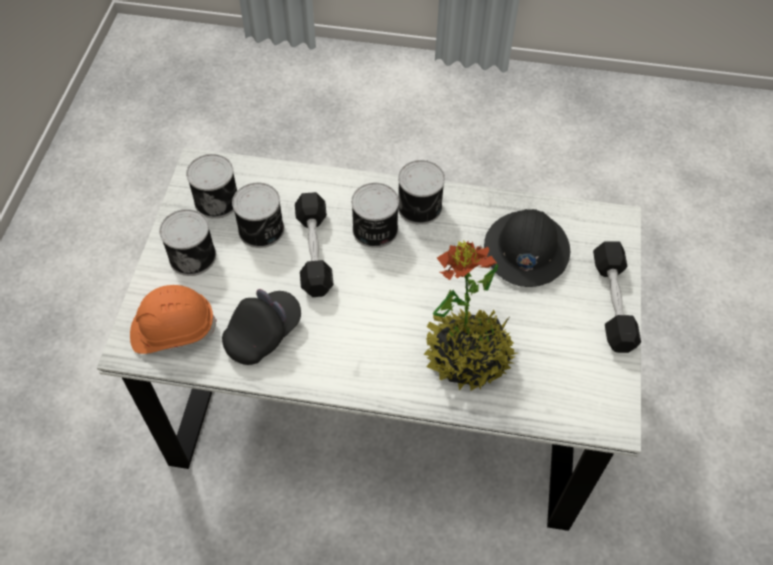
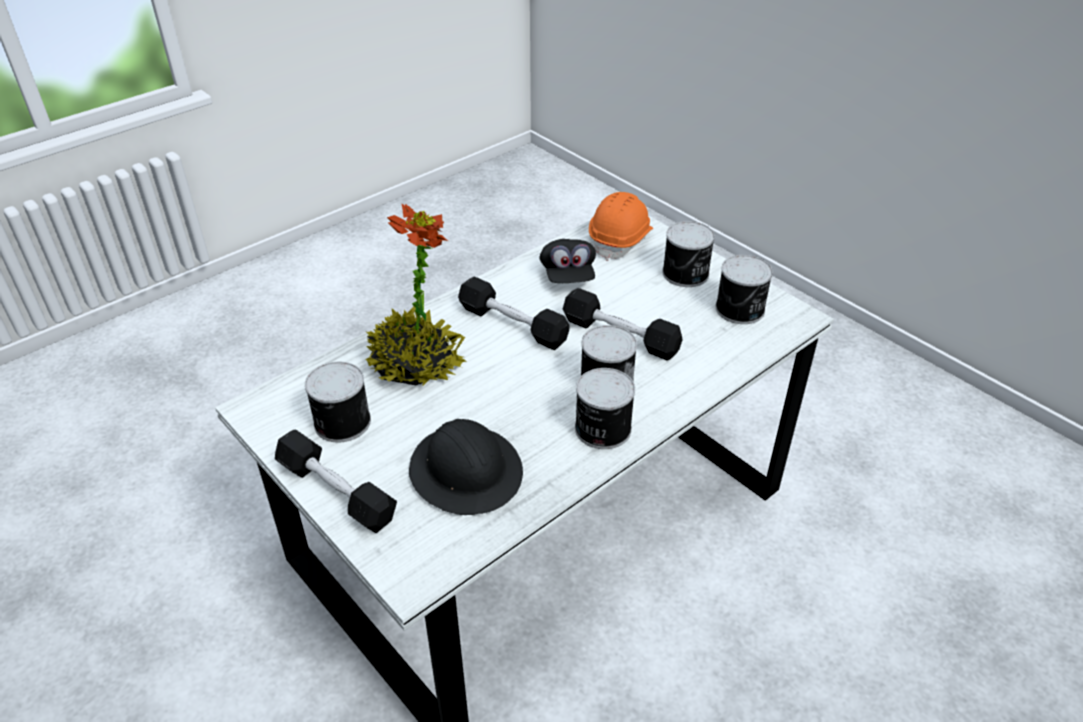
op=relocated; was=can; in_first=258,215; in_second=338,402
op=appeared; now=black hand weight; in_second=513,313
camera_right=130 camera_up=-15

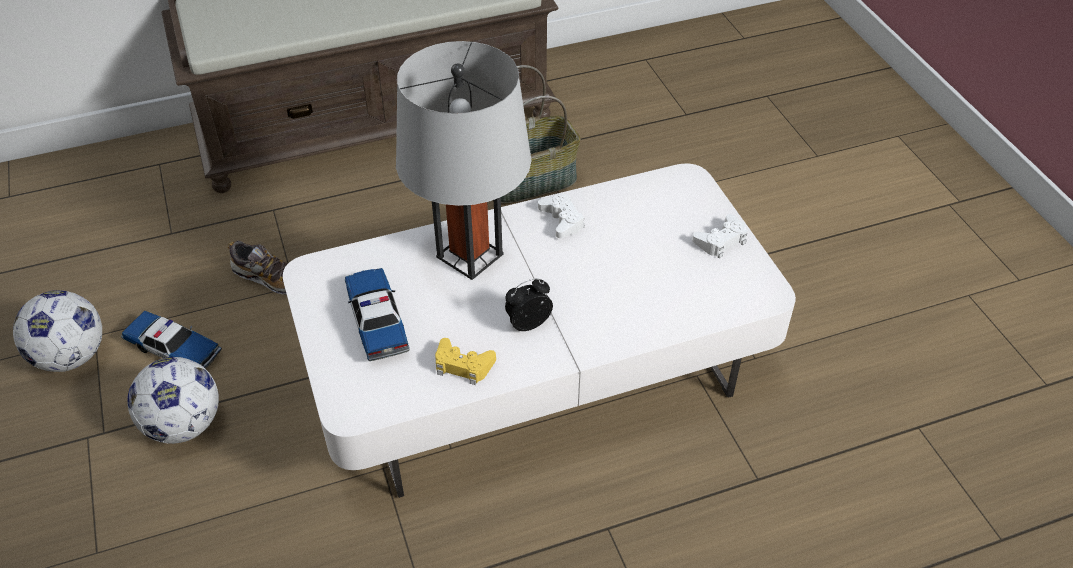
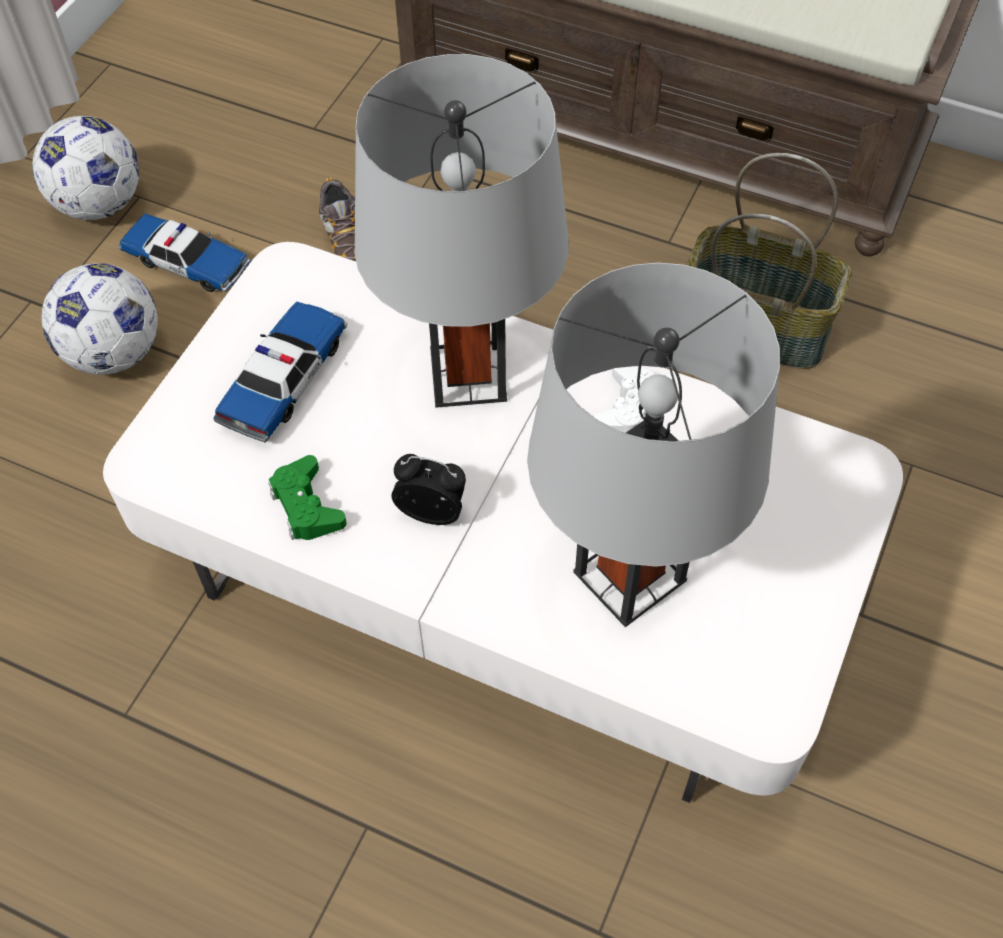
op=spun; was=toy car; in_first=171,340; in_second=184,252; clockwise=-45
op=colour; was=yellow game controller; now=green-coloured game controller; in_first=465,361; in_second=307,497
op=missing; was=whitish game controller; in_first=720,236
op=appeared; now=gray table lamp; in_second=653,445
camera_right=45 camera_up=10

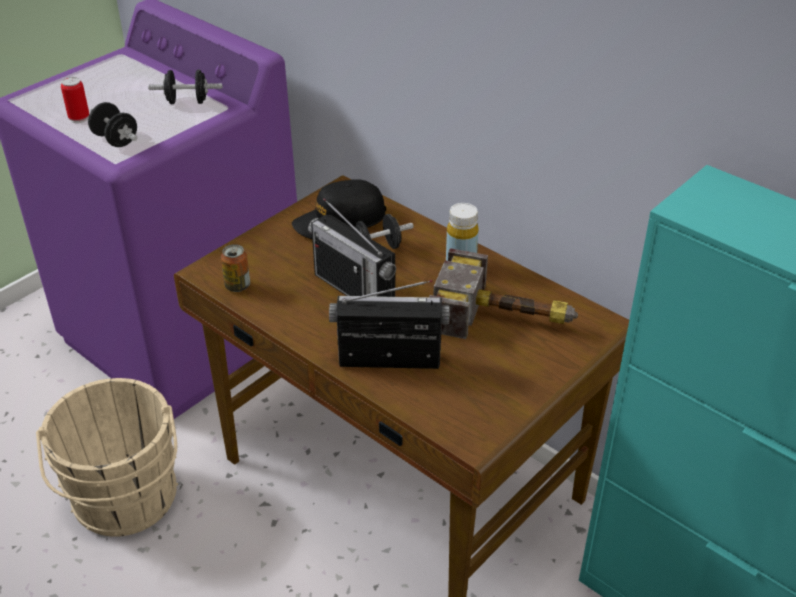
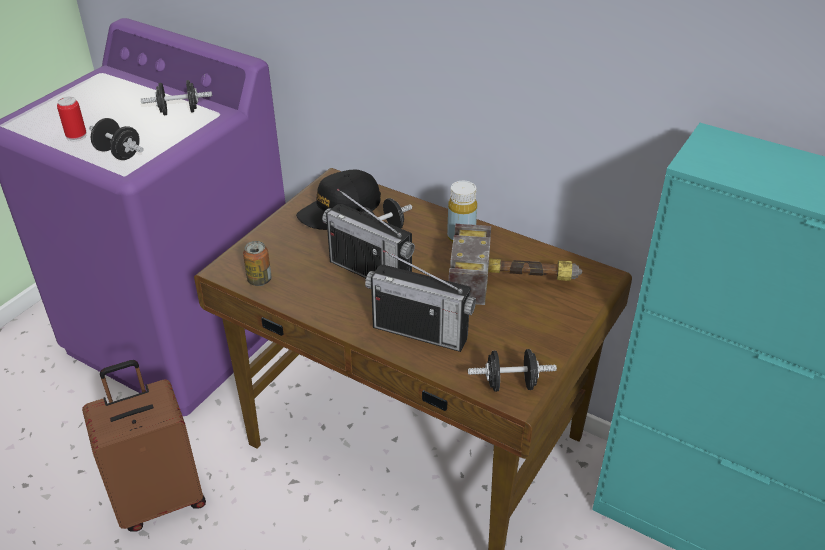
op=exchanged; was=beige-coloured bucket; now=brown-coloured suitcase; in_first=107,457; in_second=144,446
op=spun; was=radio set; in_first=389,324; in_second=420,301; clockwise=-150
op=appeared; now=black hand weight; in_second=512,370
camera_right=-10 camera_up=0

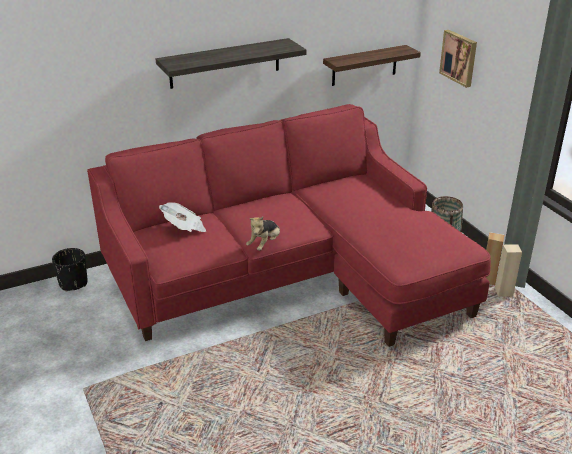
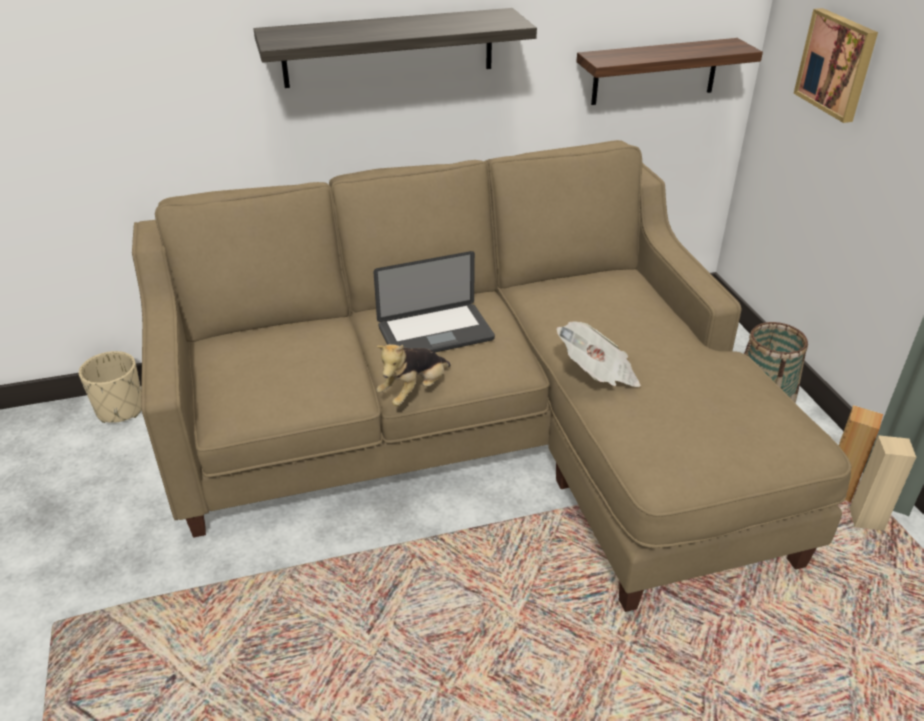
op=colour; was=black planter; now=beige-coloured planter; in_first=70,269; in_second=110,387
op=colour; was=red-coloured settee; now=beige-coloured settee; in_first=289,225; in_second=492,376
op=relocated; was=printed paper; in_first=182,217; in_second=599,354
op=appeared; now=notebook computer; in_second=434,301
camera_right=10 camera_up=5

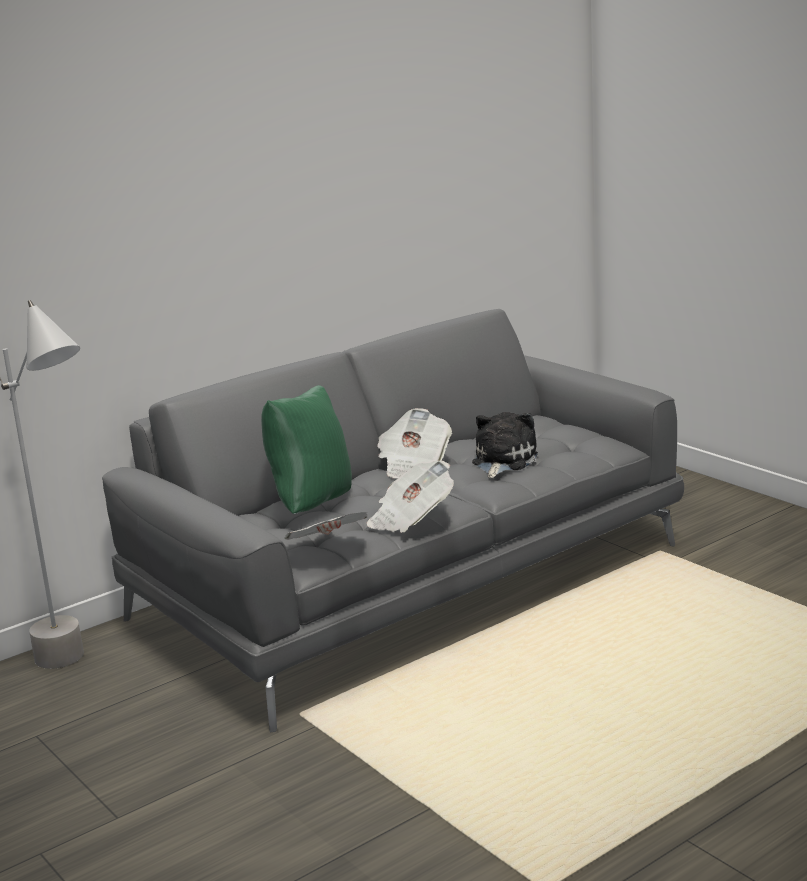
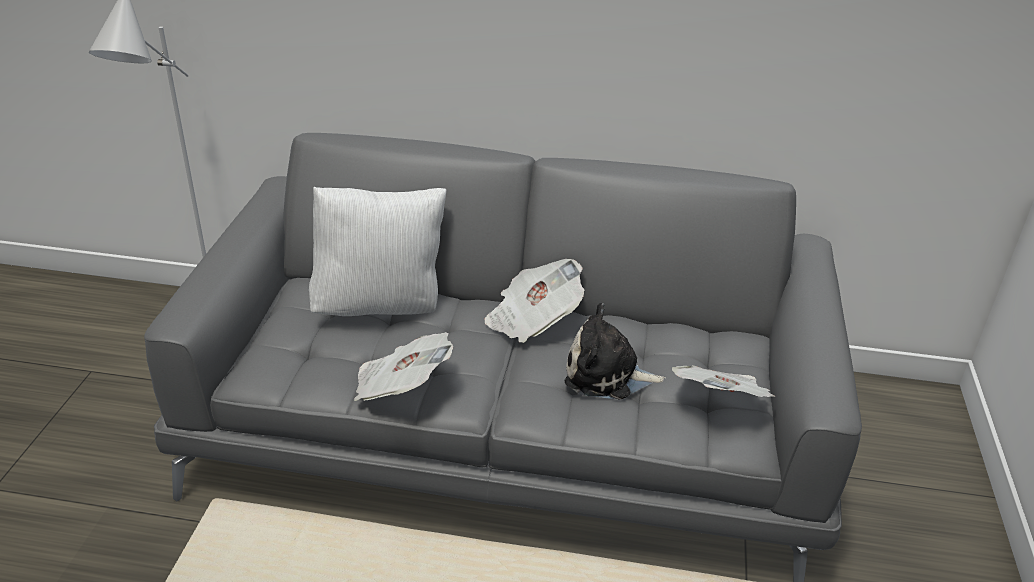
op=colour; was=green-coloured throw pillow; now=whitish throw pillow; in_first=306,449; in_second=378,251
op=relocated; was=printed paper; in_first=325,526; in_second=723,381
op=spun; was=soft toy; in_first=505,445; in_second=615,351; clockwise=-150
camera_right=45 camera_up=15

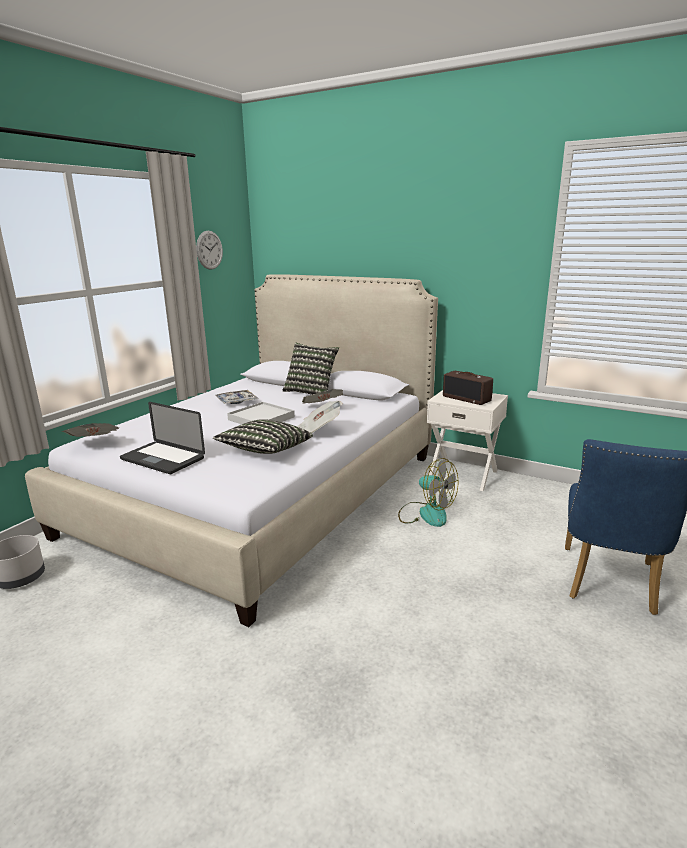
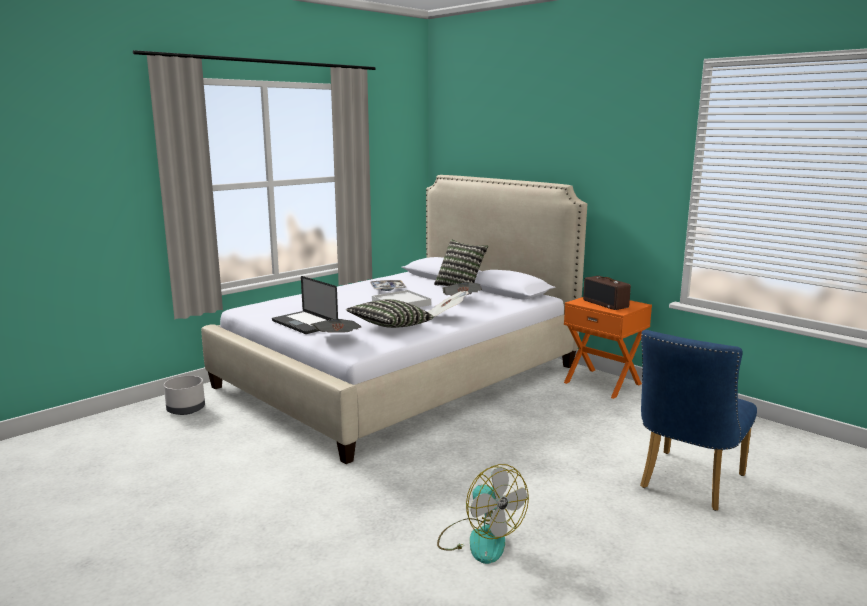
op=relocated; was=printed paper; in_first=90,430; in_second=336,326
op=missing; was=hanging clock; in_first=209,250
op=relocated; was=fan; in_first=428,492; in_second=483,514
op=colour; was=whitish bedside table; now=orangey bedside table; in_first=467,440; in_second=608,348
camera_right=15 camera_up=-5

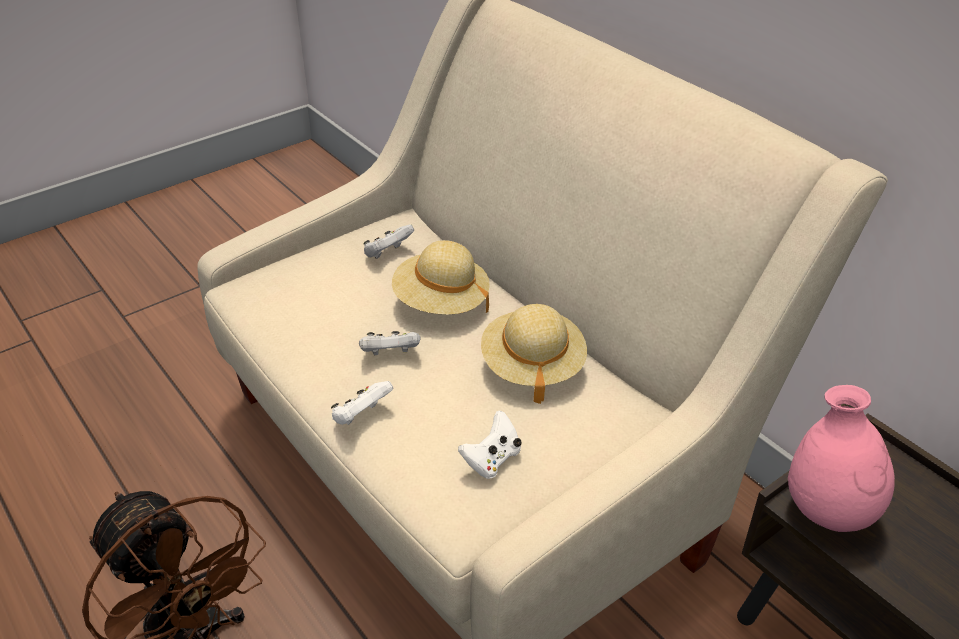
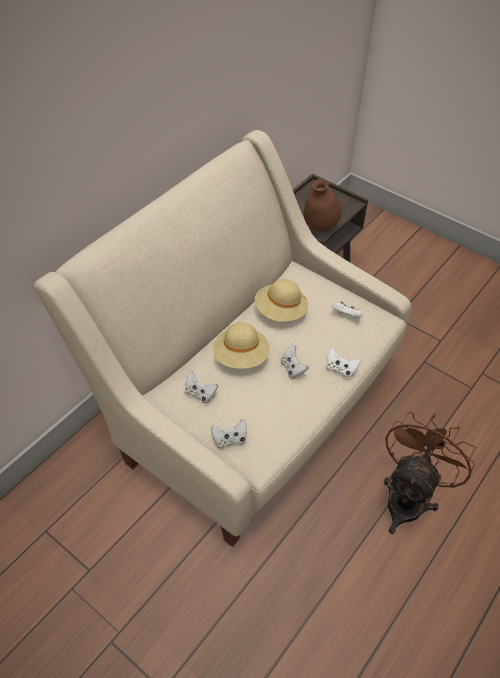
op=colour; was=pink-coloured decorative vase; now=brown-coloured decorative vase; in_first=841,458; in_second=322,205
op=appeared; now=whitish game controller; in_second=229,434
camera_right=-105 camera_up=10

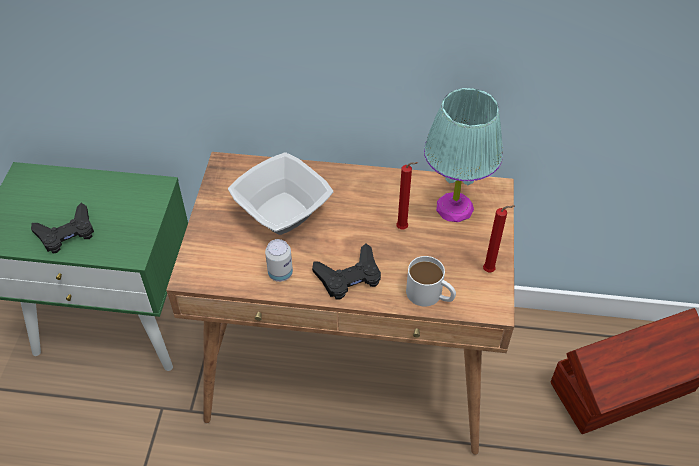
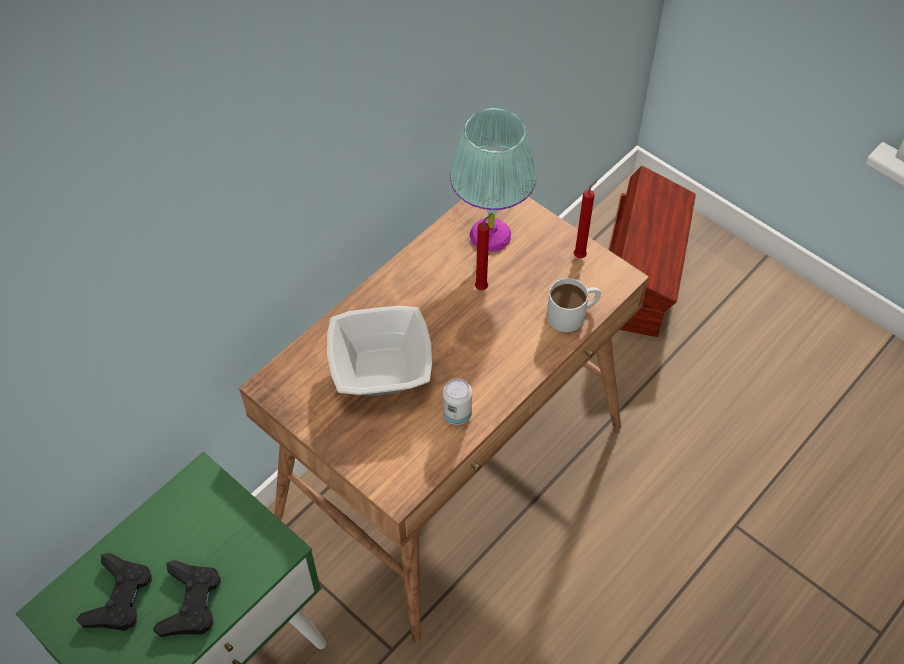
op=relocated; was=black game controller; in_first=346,271; in_second=114,592
camera_right=-55 camera_up=5

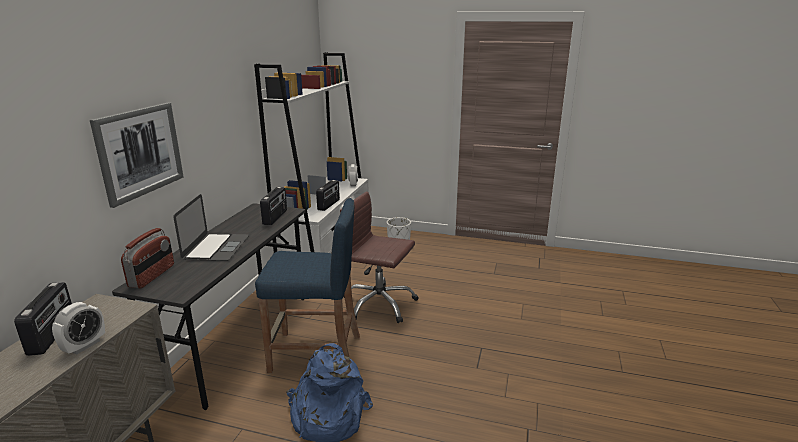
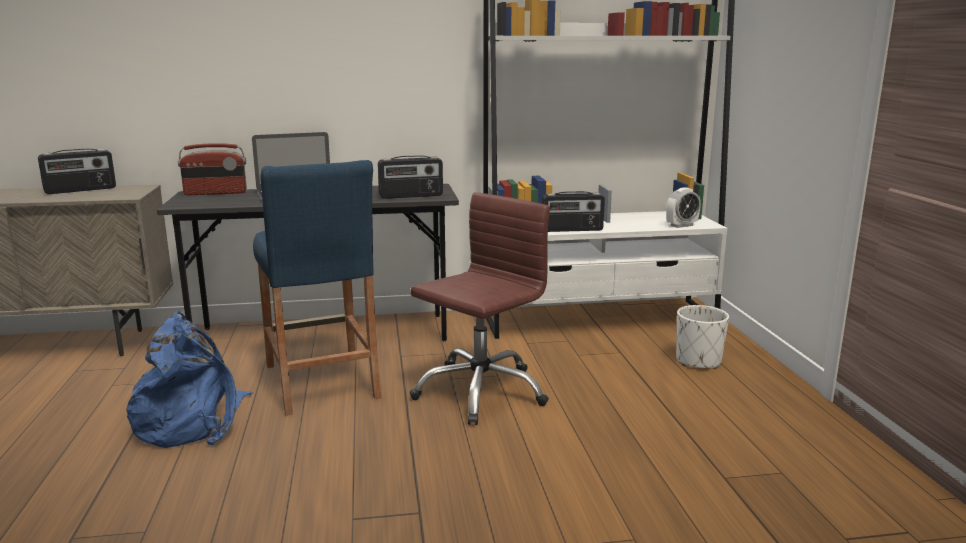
op=missing; was=bedside clock; in_first=78,328
op=missing; was=wall picture; in_first=137,155
op=spun; was=brown-coloured desk chair; in_first=379,257; in_second=480,308; clockwise=45
camera_right=65 camera_up=-5

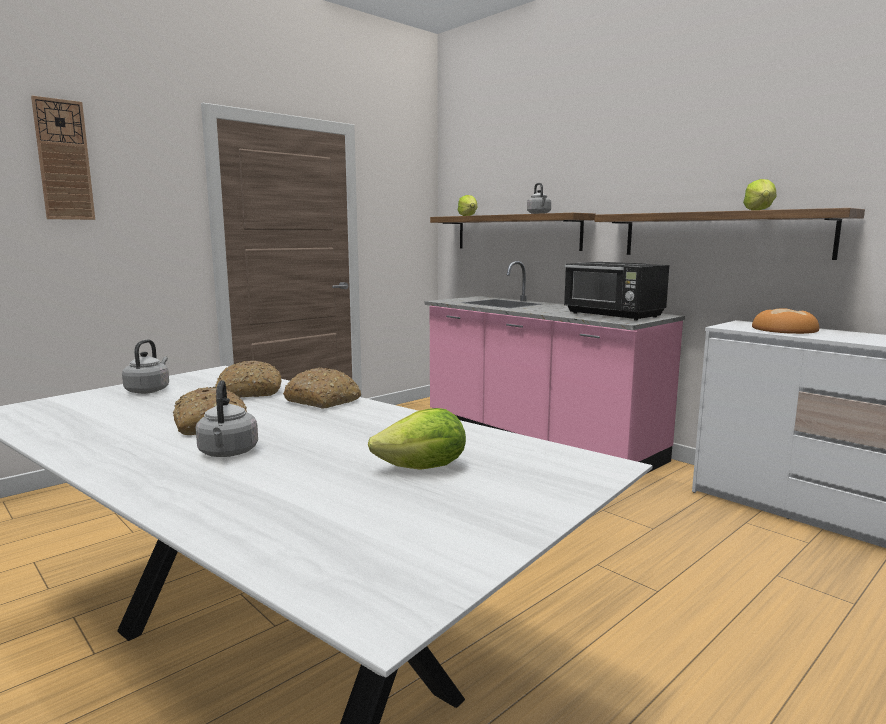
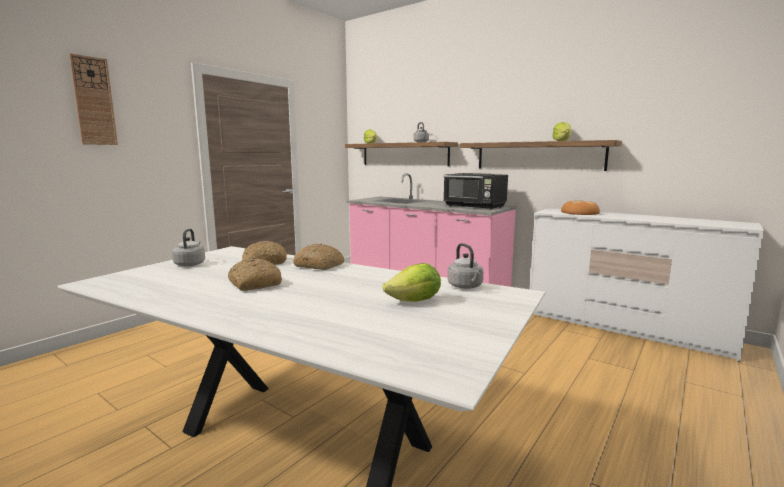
op=relocated; was=gray water kettle; in_first=227,418; in_second=466,266
camera_right=-10 camera_up=0

